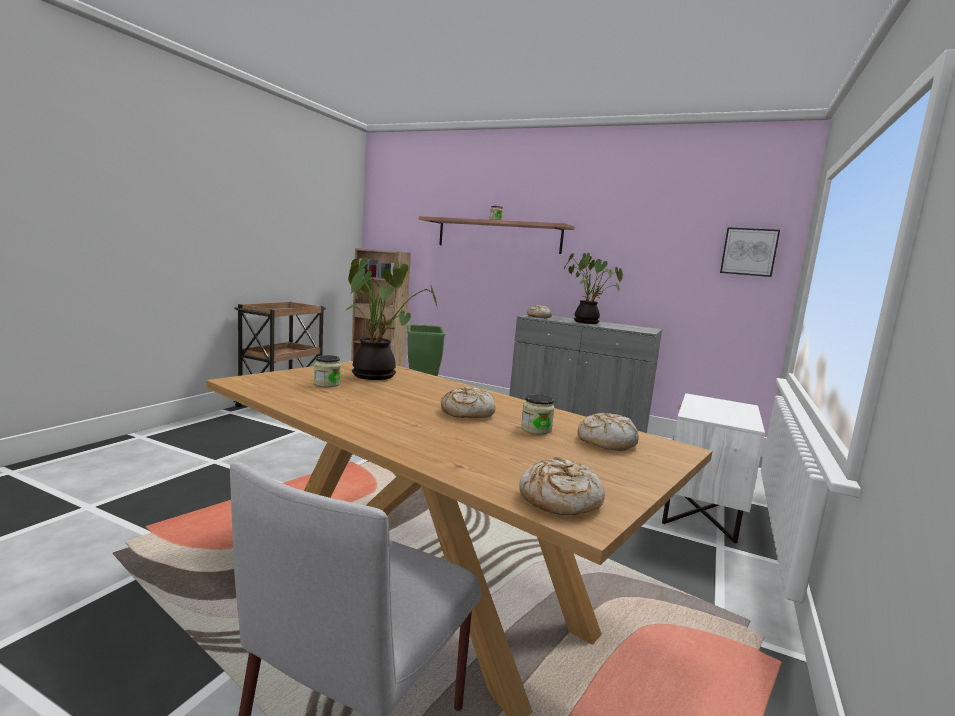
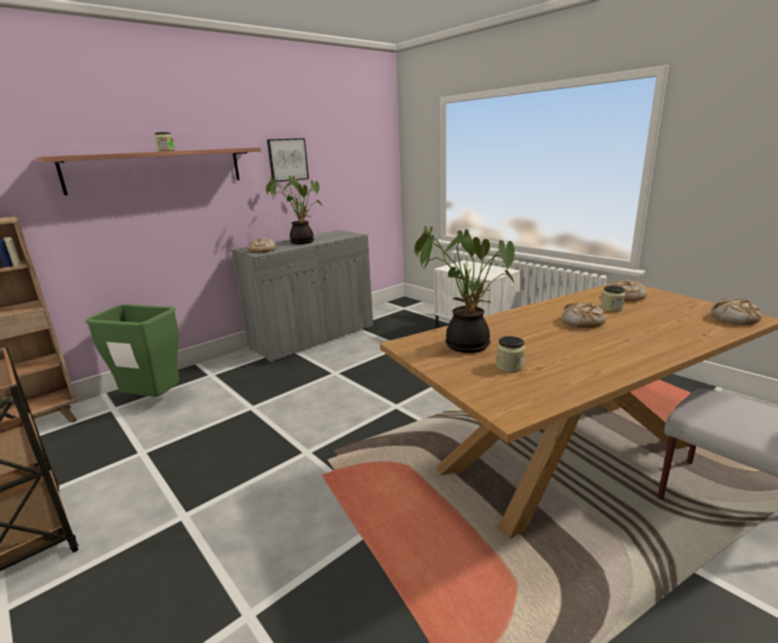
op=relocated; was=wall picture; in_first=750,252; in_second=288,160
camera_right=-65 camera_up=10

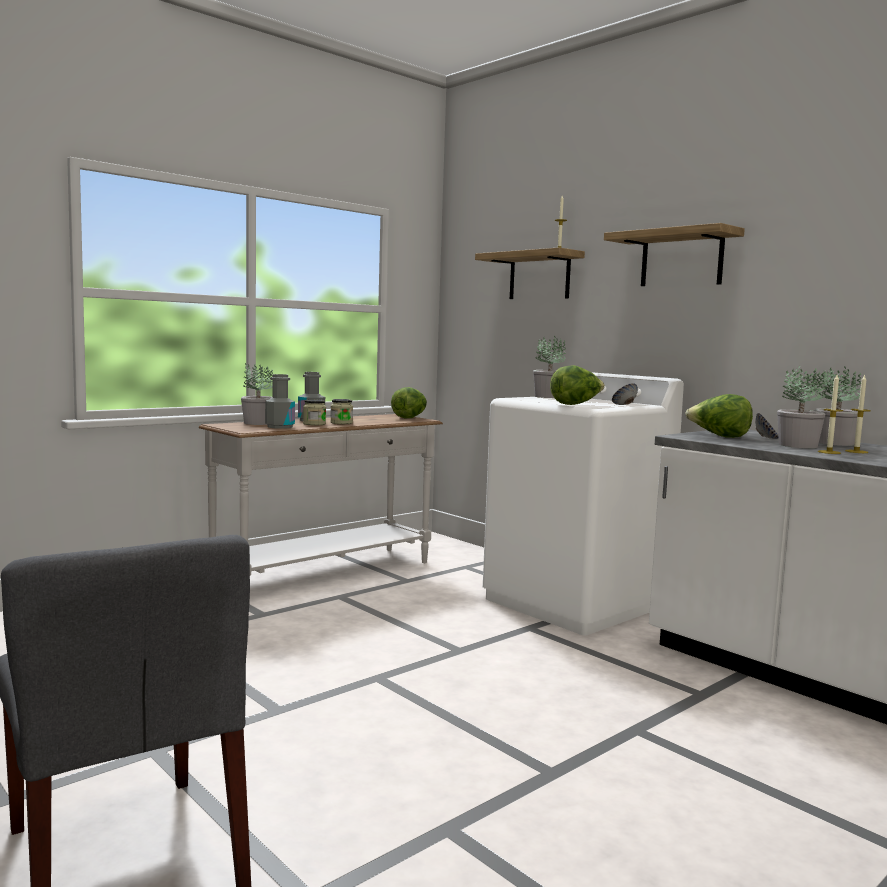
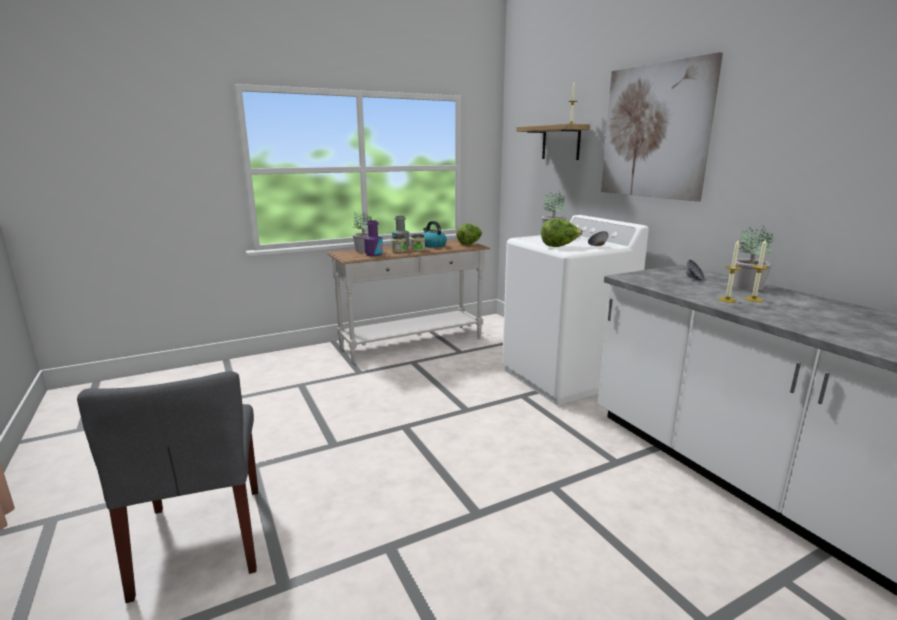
op=colour; was=gray bottle; now=purplish bottle; in_first=280,401; in_second=373,238
op=exchanged; was=shelf; now=wall picture; in_first=674,254; in_second=662,127
op=missing; was=lettuce; in_first=719,416
op=missing; was=houseplant; in_first=801,407
op=appeared; now=water kettle; in_second=435,234
camera_right=15 camera_up=10

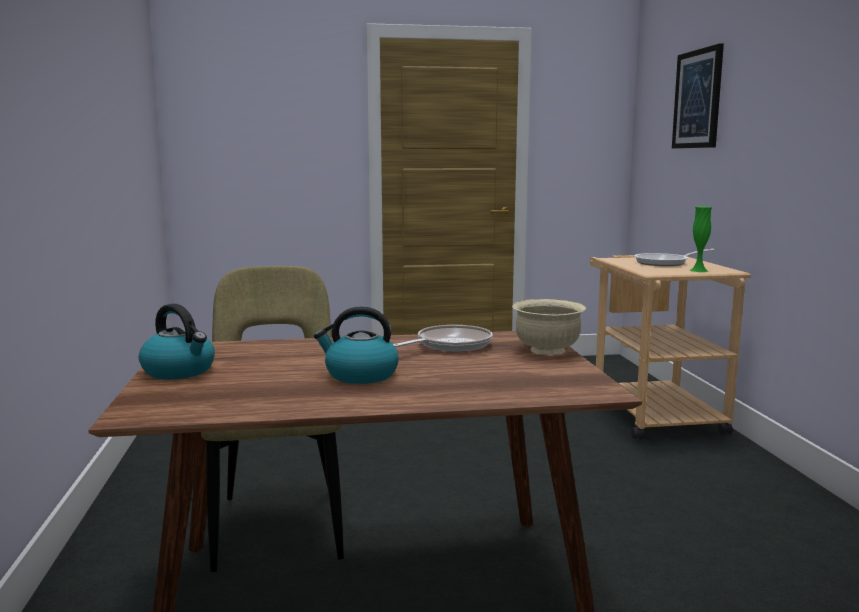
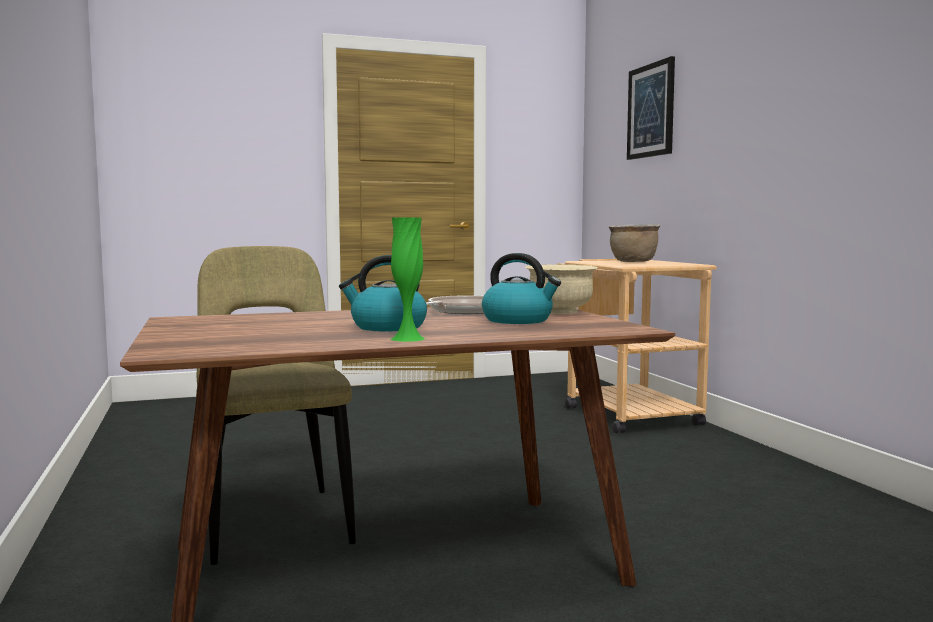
op=relocated; was=water kettle; in_first=177,341; in_second=521,288
op=exchanged; was=pan; now=brown-coloured stockpot; in_first=674,257; in_second=634,243
op=relocated; was=green-coloured decorative vase; in_first=700,239; in_second=408,279
camera_right=-10 camera_up=-5

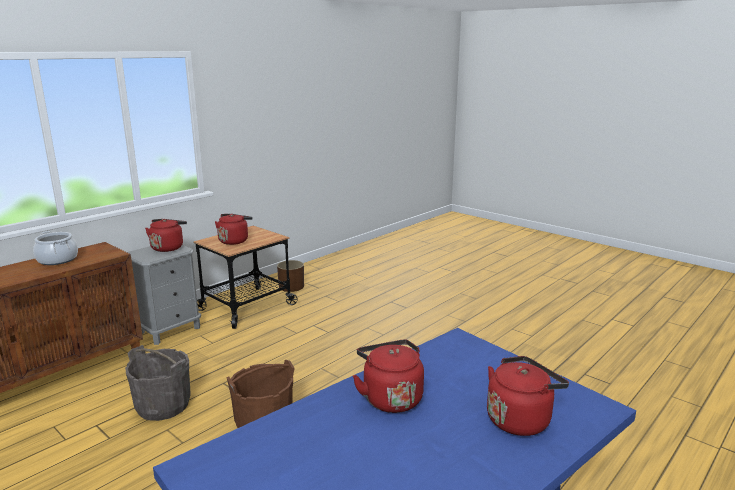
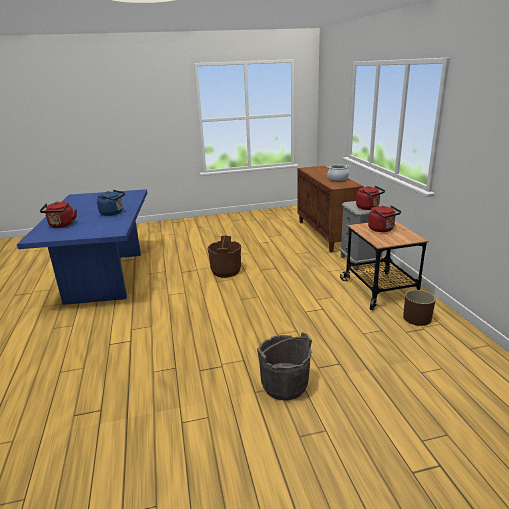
op=relocated; was=gray bucket; in_first=158,383; in_second=284,366
op=colour; was=red-coloured water kettle; now=bluish water kettle; in_first=388,376; in_second=111,203
camera_right=125 camera_up=5

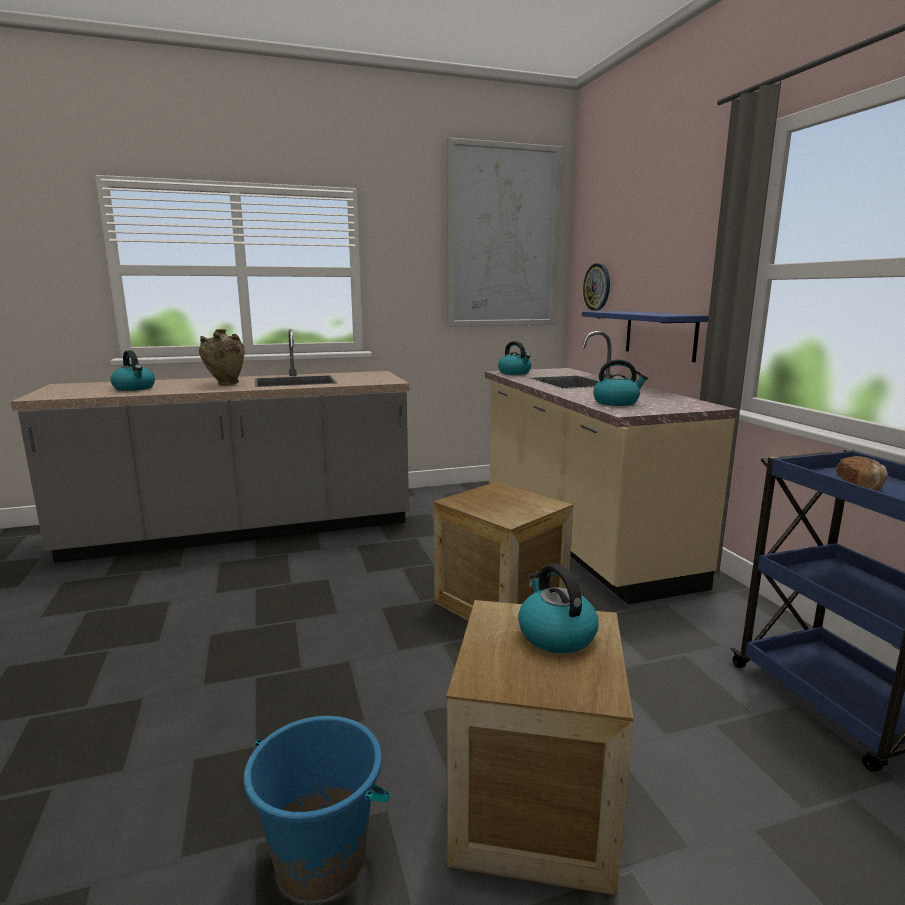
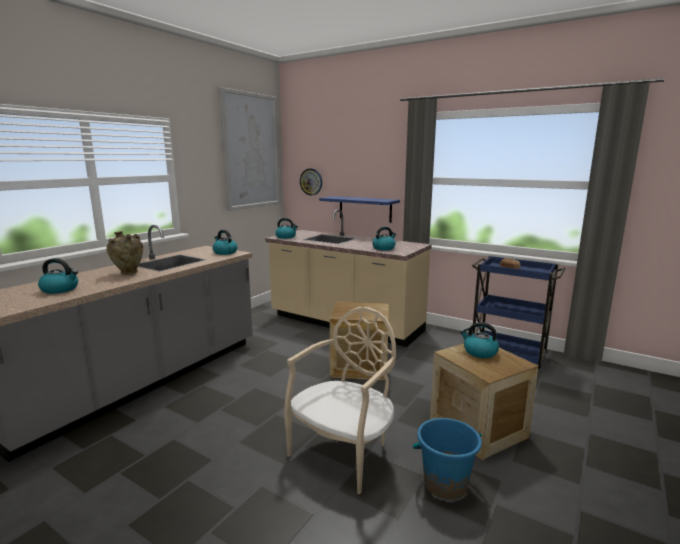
op=appeared; now=water kettle; in_second=225,242
op=appeared; now=beige-coloured plain chair; in_second=340,400
camera_right=-40 camera_up=0

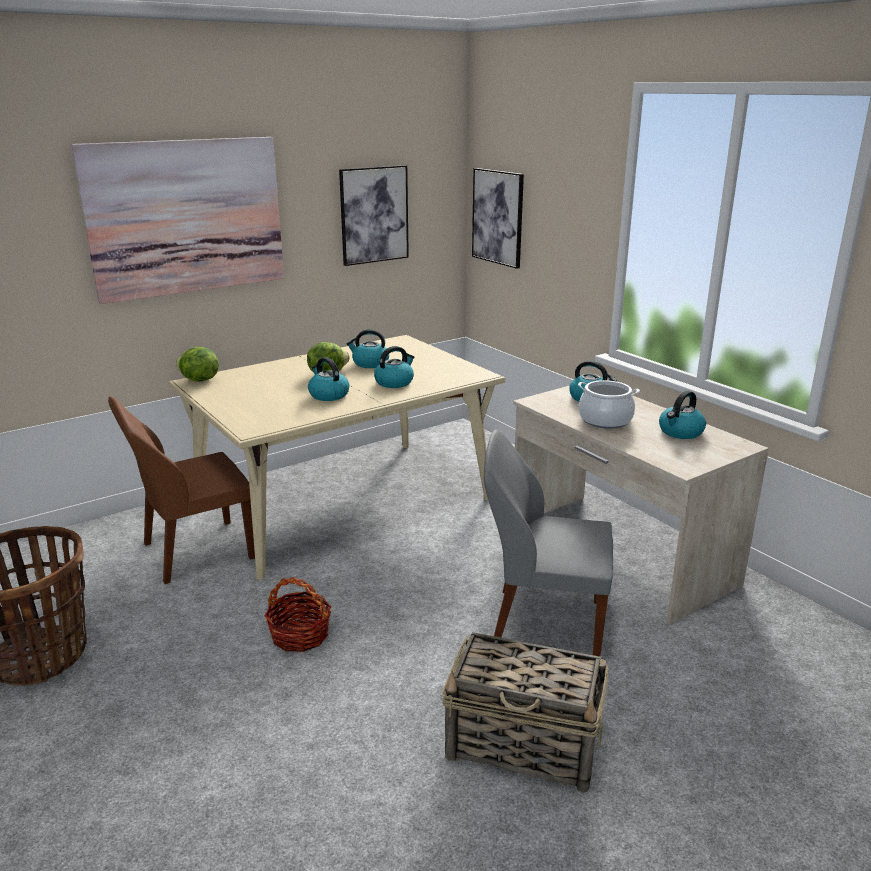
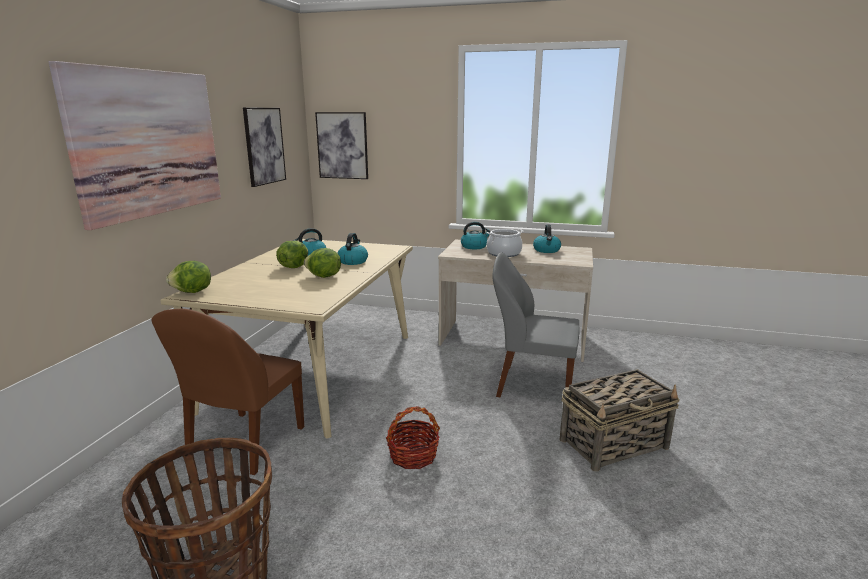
op=exchanged; was=water kettle; now=lettuce; in_first=329,379; in_second=322,263
op=spun; was=gray plain chair; in_first=548,543; in_second=536,324; clockwise=45
camera_right=-40 camera_up=-5

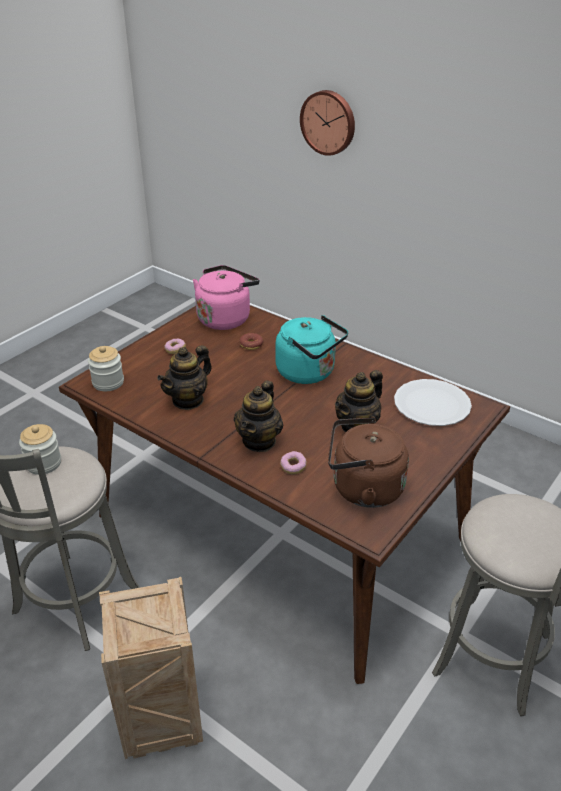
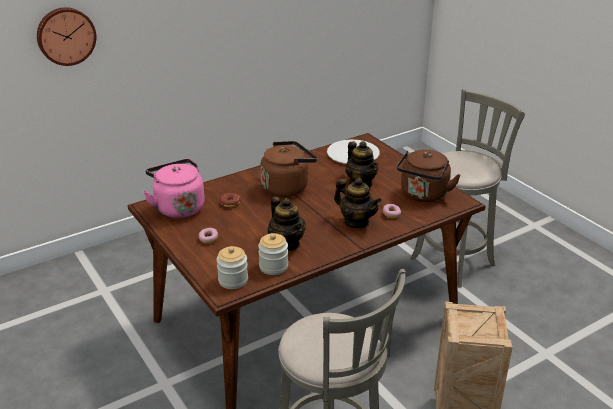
op=relocated; was=storage jar; in_first=40,449; in_second=273,254
op=colour; was=turquoise water kettle; now=brown-coloured water kettle; in_first=311,349; in_second=288,169
camera_right=-70 camera_up=-5

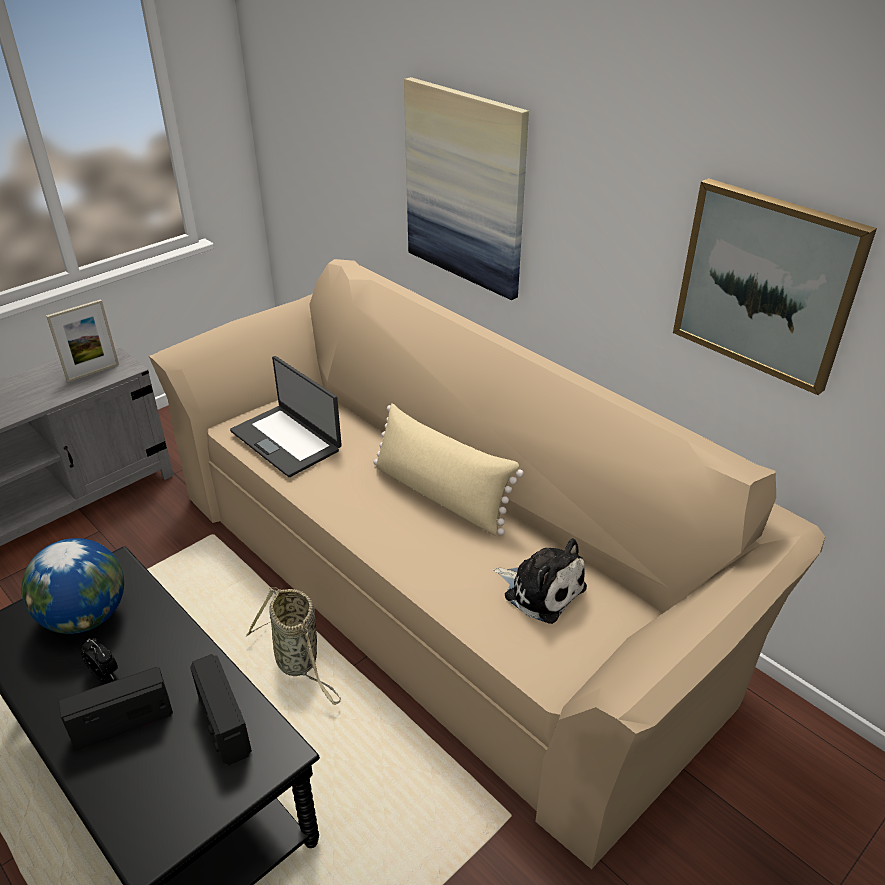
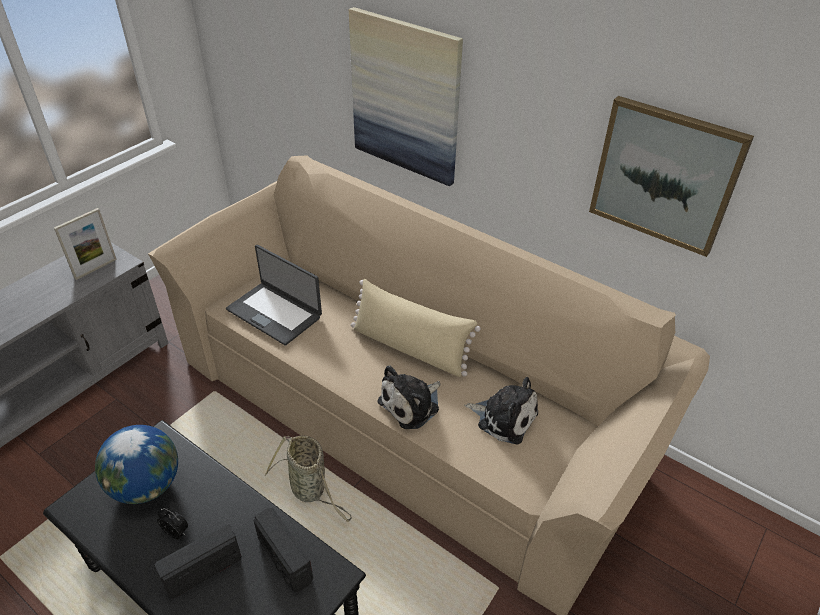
op=appeared; now=soft toy; in_second=408,397
camera_right=-10 camera_up=5

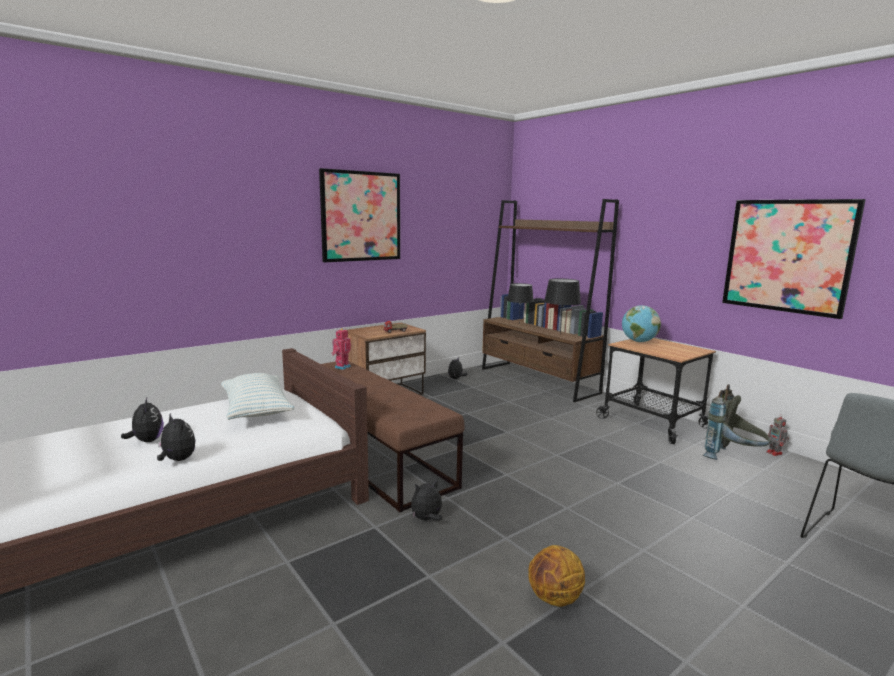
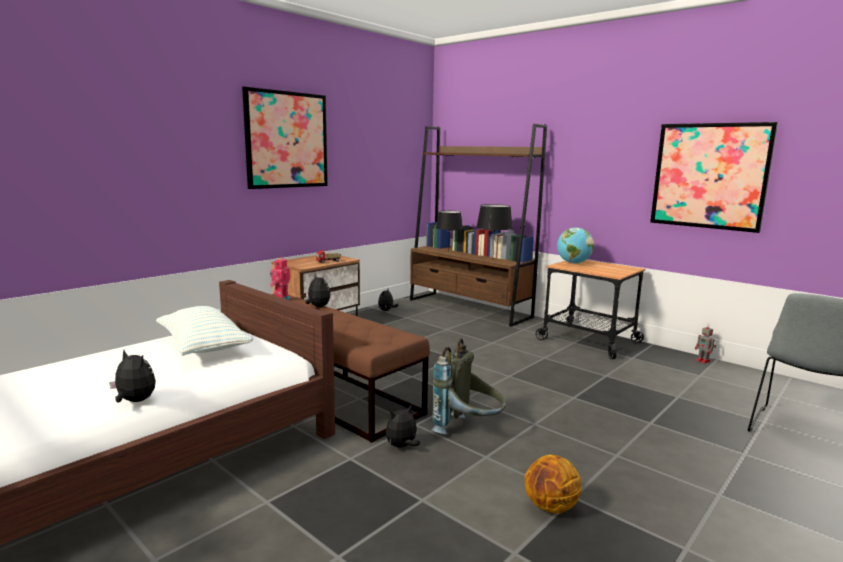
op=relocated; was=soft toy; in_first=142,420; in_second=317,290
op=relocated; was=gray rucksack; in_first=737,422; in_second=468,386
camera_right=-10 camera_up=0

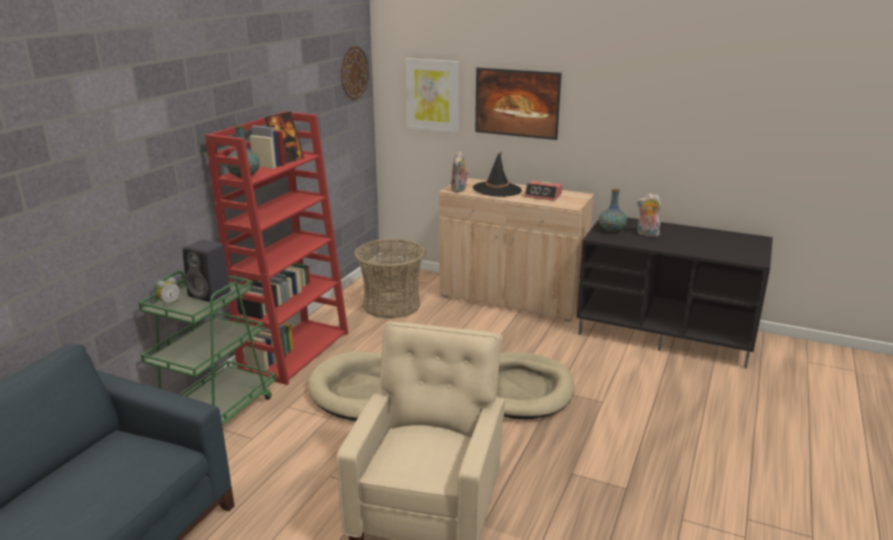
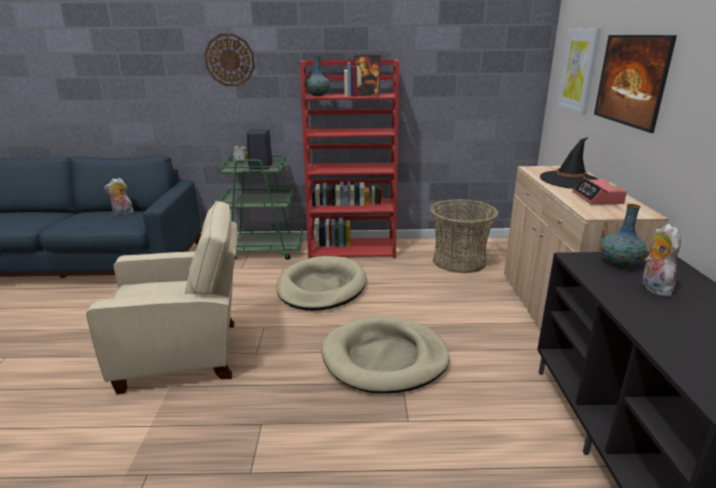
op=relocated; was=hanging clock; in_first=355,73; in_second=229,60
op=relocated; was=soft toy; in_first=460,172; in_second=119,196
camera_right=65 camera_up=0

